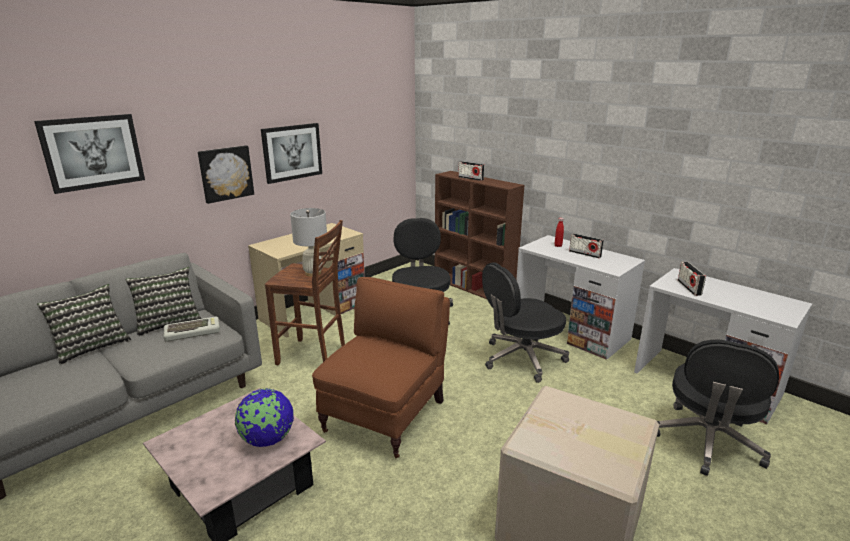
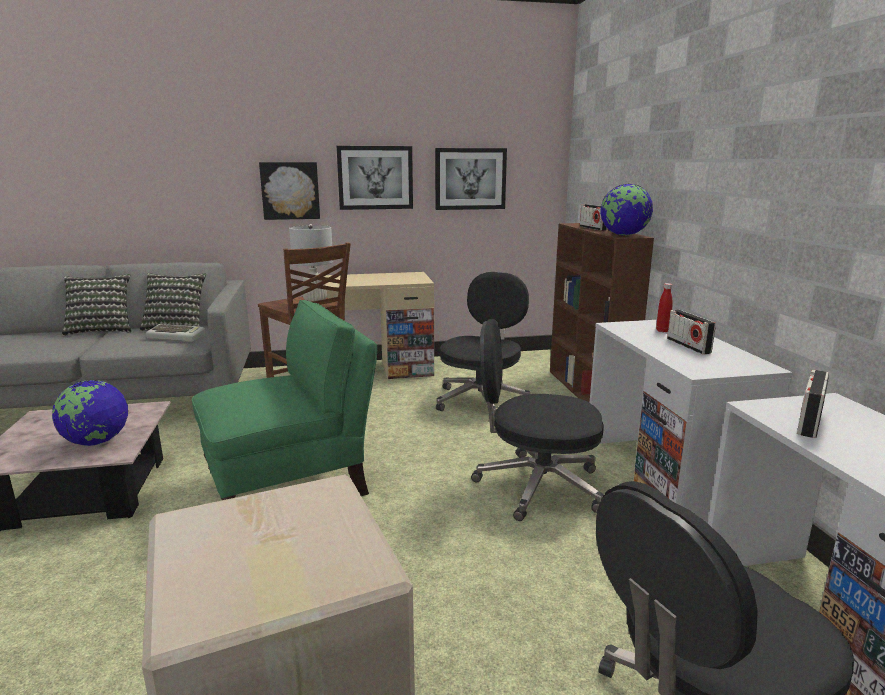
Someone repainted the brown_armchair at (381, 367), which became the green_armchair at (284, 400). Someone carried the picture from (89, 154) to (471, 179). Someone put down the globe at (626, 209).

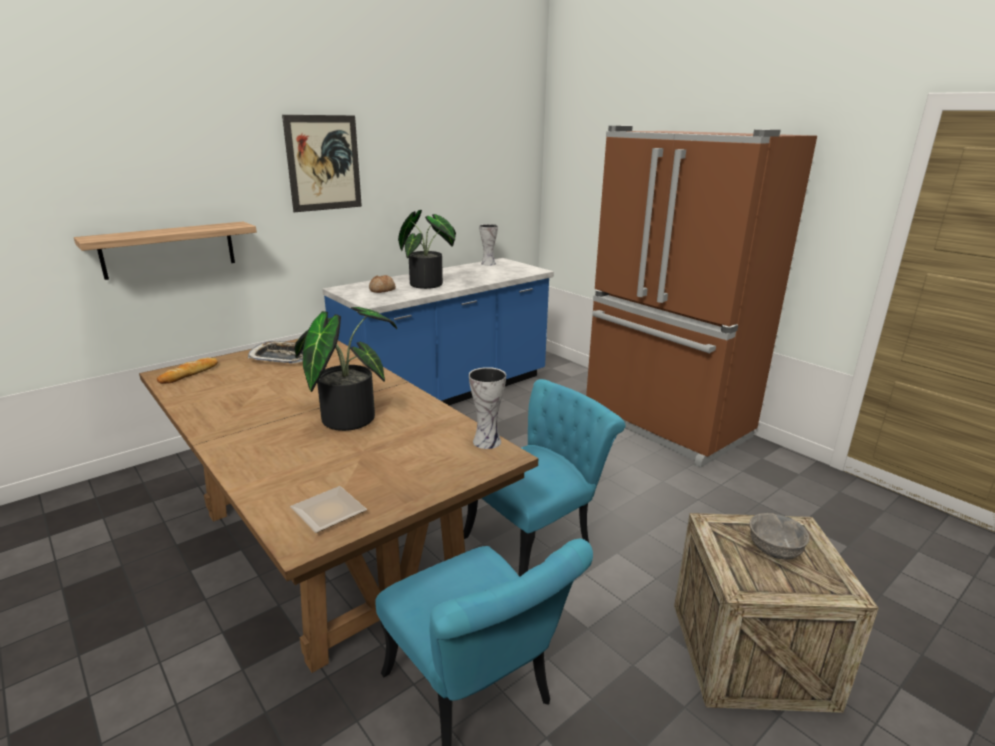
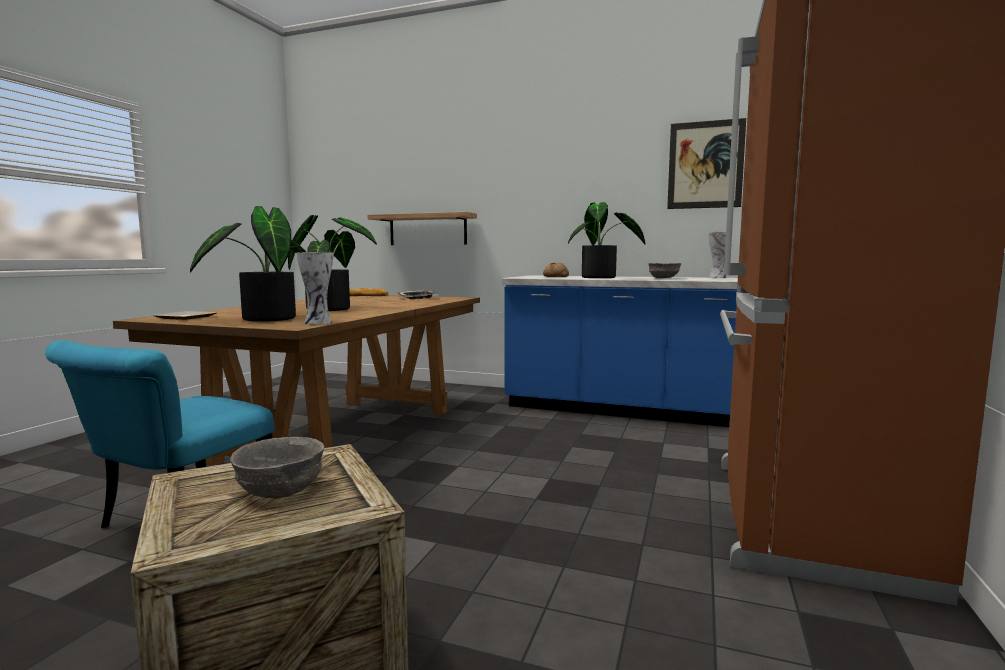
Someone put down the potted_plant at (248, 264). Someone put down the grey_bowl at (665, 270). Someone carried the picture from (322, 163) to (706, 163). Someone took away the turquoise_chair at (544, 477).

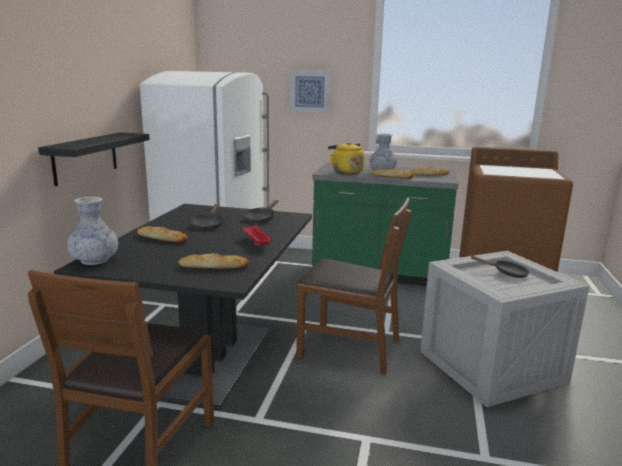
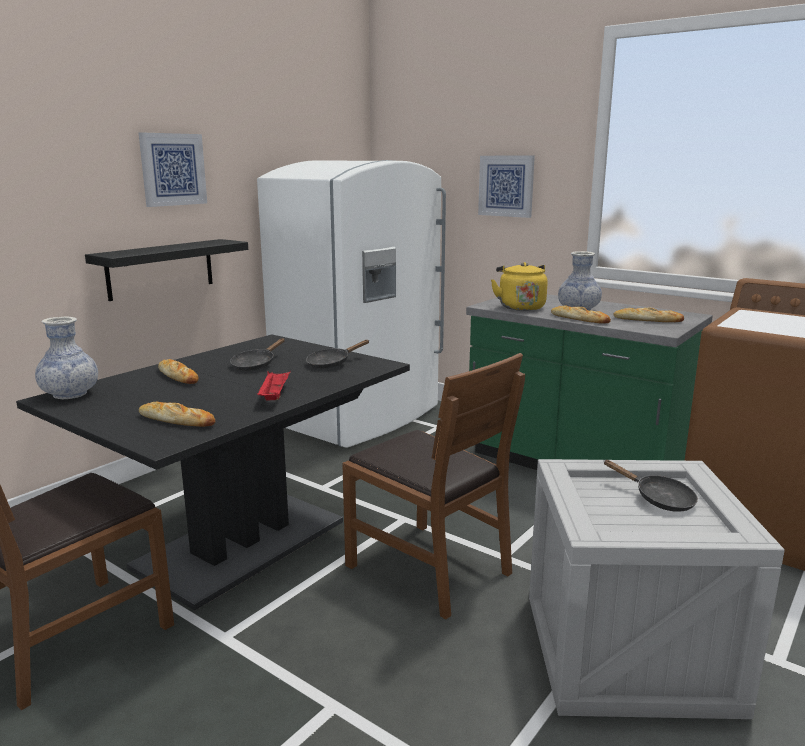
Someone put up the picture at (173, 169).

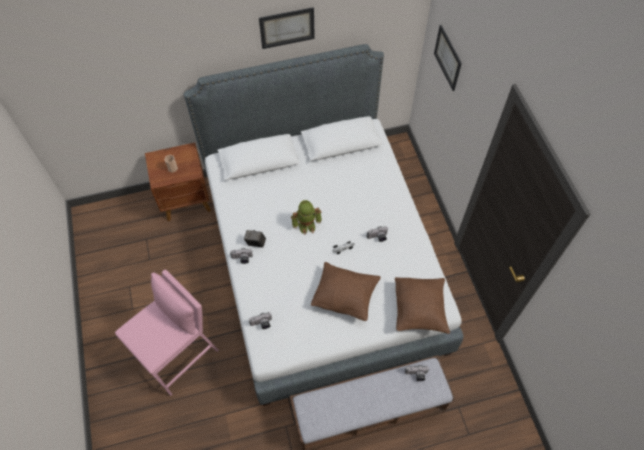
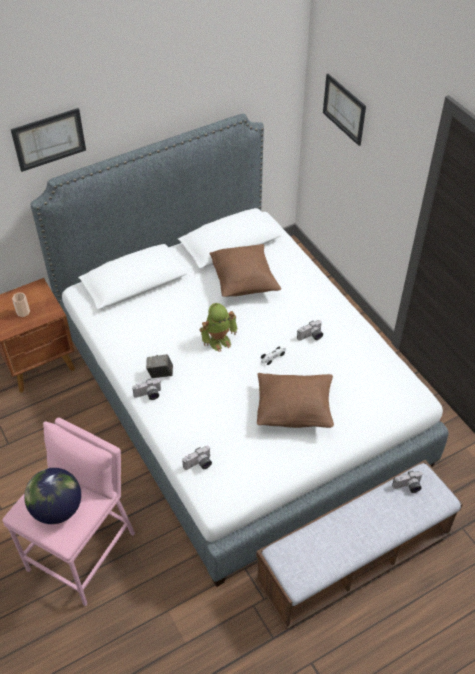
Someone carried the picture from (287, 28) to (48, 140). Someone put down the globe at (52, 496). Someone carried the brown_pillow from (422, 305) to (245, 270).

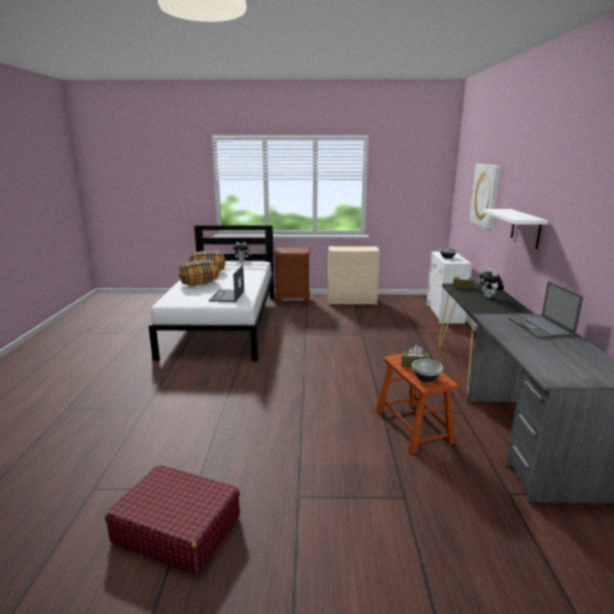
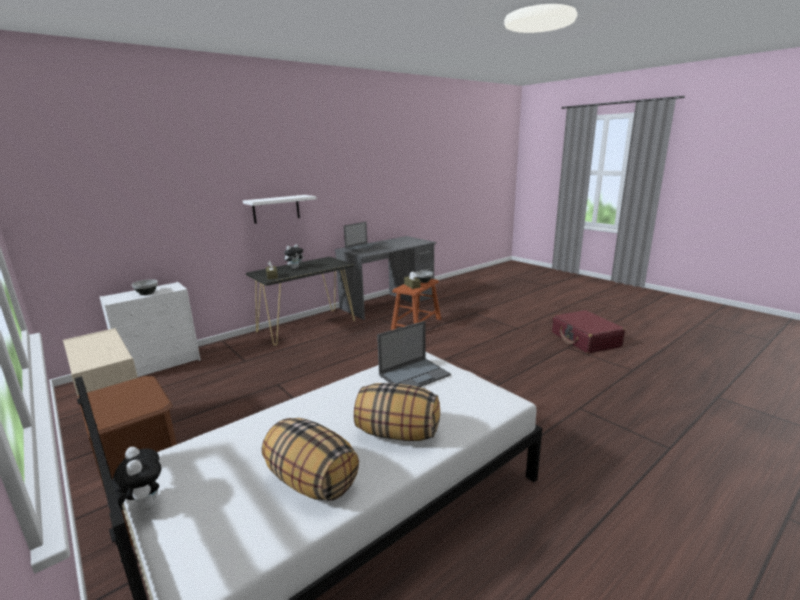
Someone took away the picture at (485, 197).

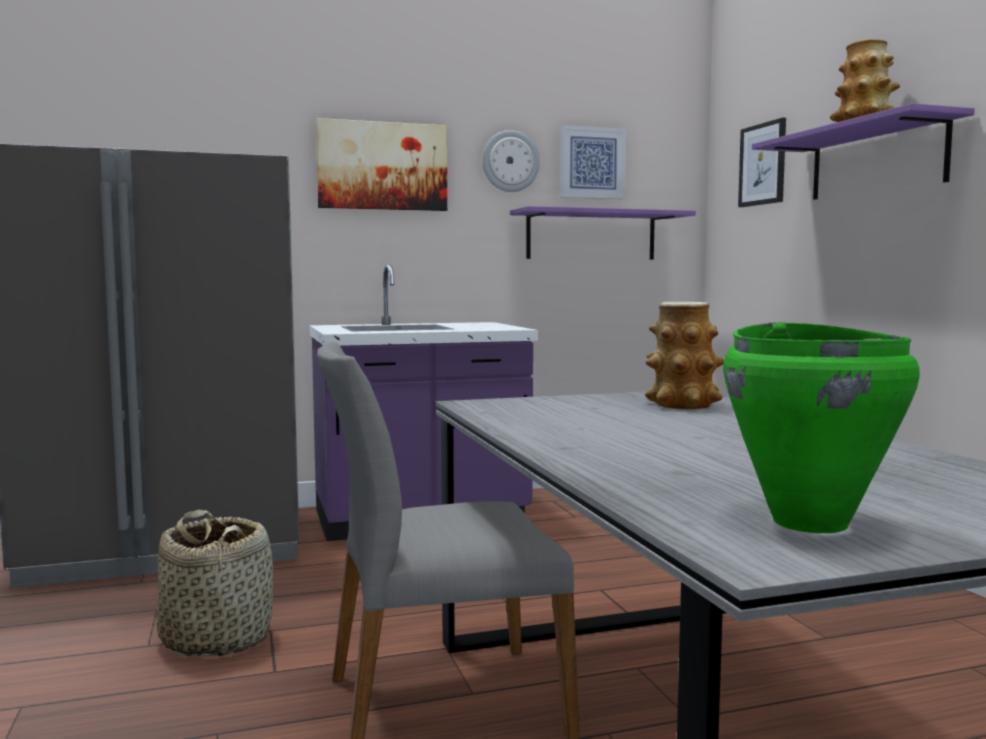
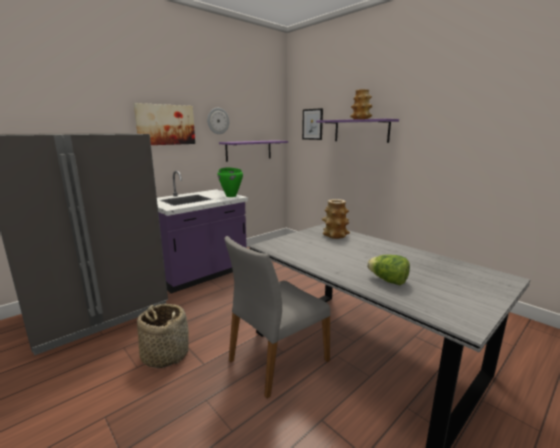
Someone carried the green_cooking_pot from (821, 427) to (230, 182). Someone put down the lettuce at (388, 270). Someone took away the picture at (592, 162).

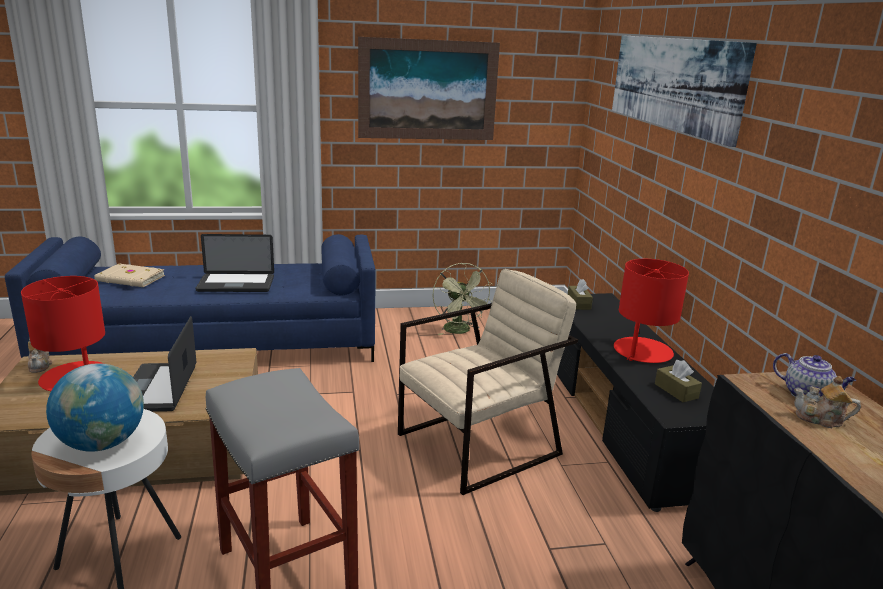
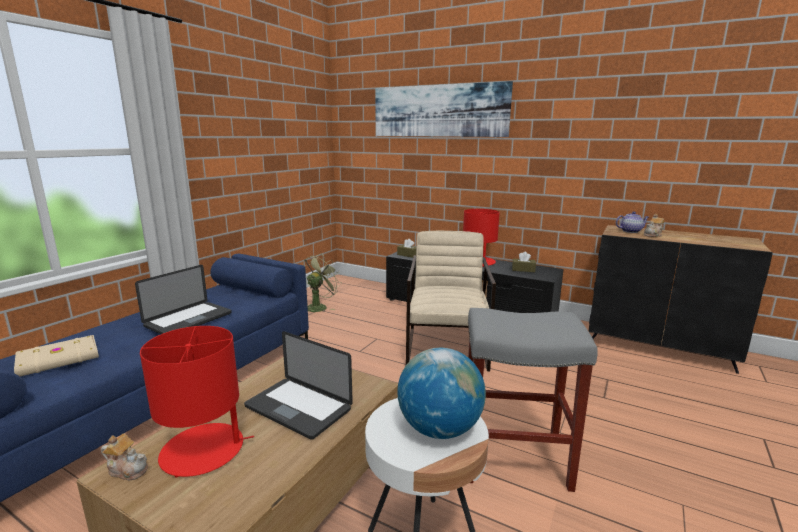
Someone rotated the green_fan at (462, 299) by 75 degrees counterclockwise. Someone took away the picture at (429, 88).

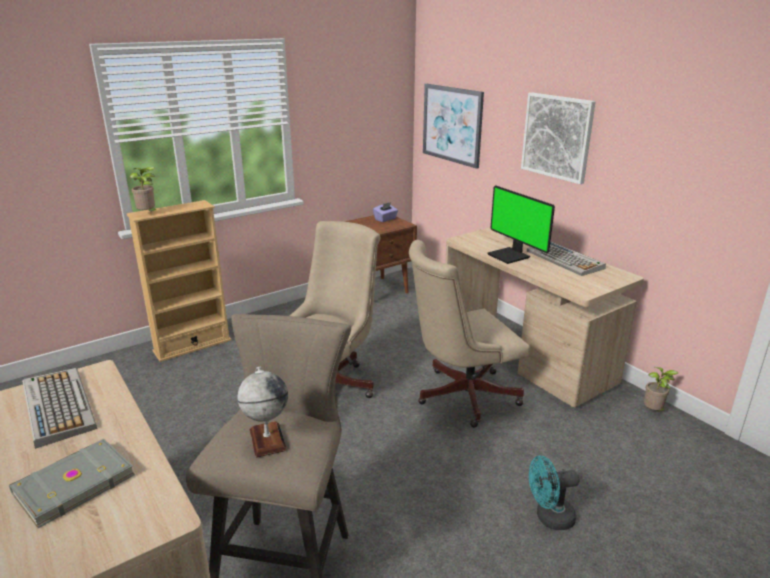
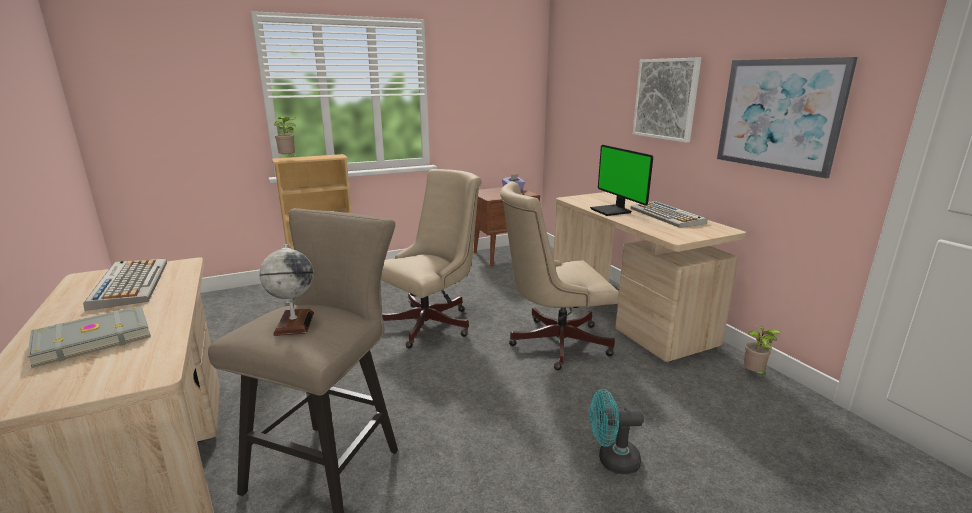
Someone carried the picture from (453, 126) to (787, 117).

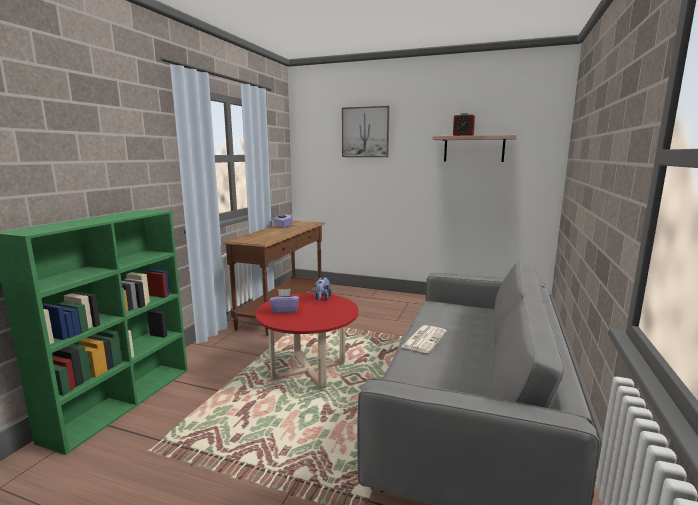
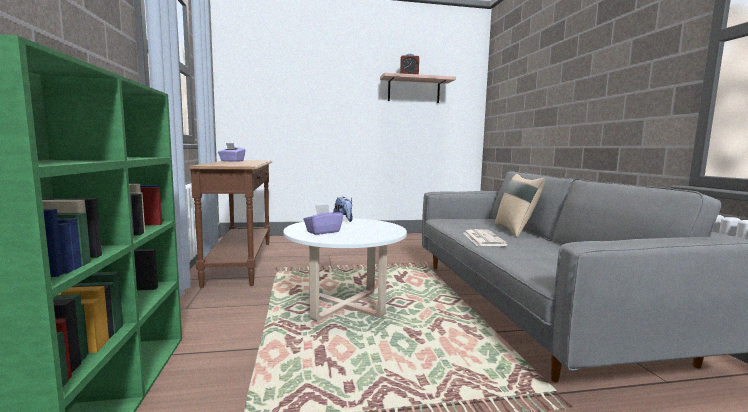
Someone repainted the red_coffee_table at (307, 341), which became the white_coffee_table at (345, 270). Someone put down the beige_pillow at (520, 205). Someone took away the picture at (366, 131).

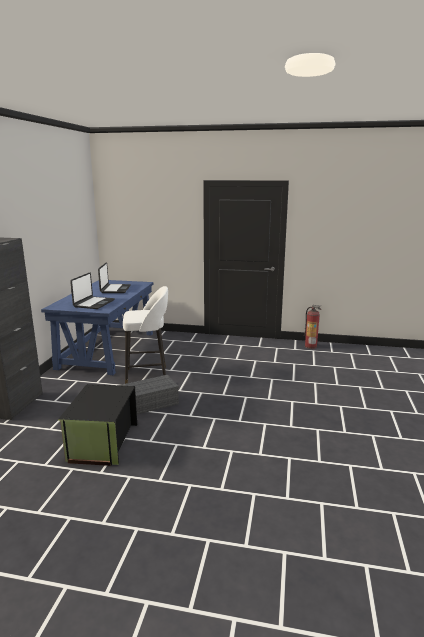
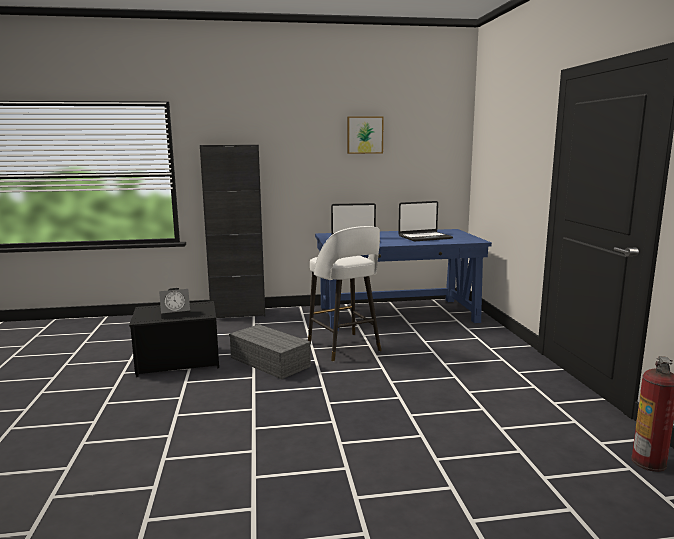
Someone put down the alarm_clock at (175, 303). Someone put up the picture at (365, 135).

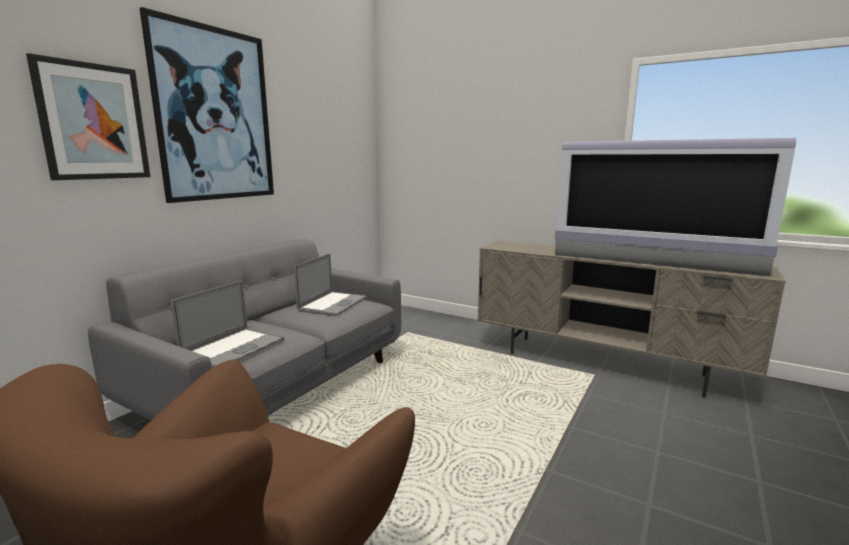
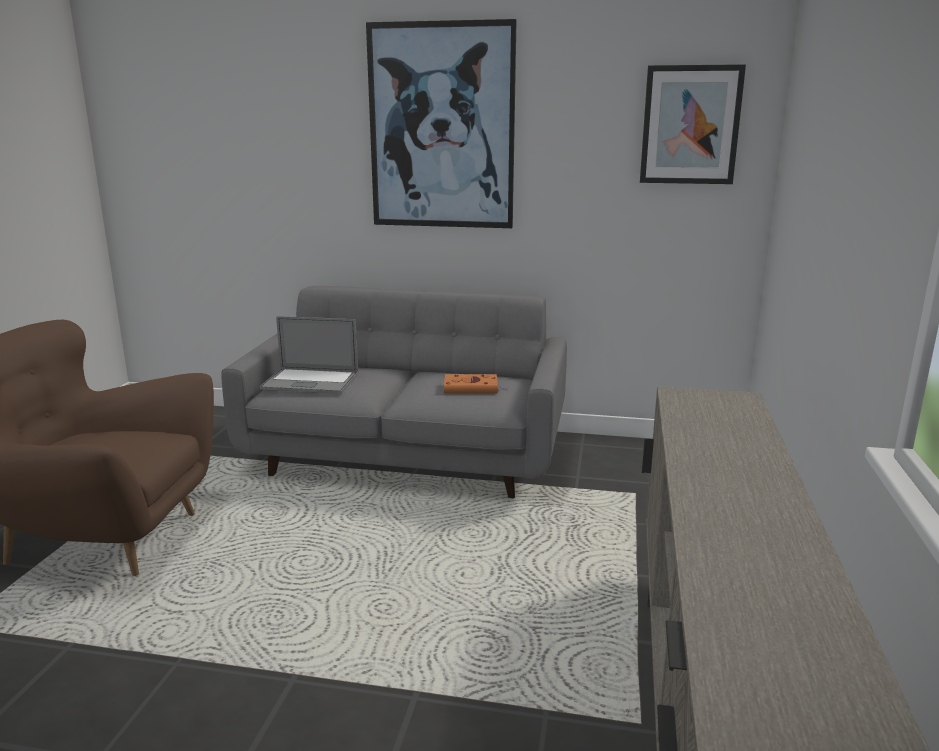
Someone swapped the laptop at (330, 284) for the orange_book at (475, 384). Someone carried the picture from (88, 116) to (693, 124). Someone took away the television at (675, 207).

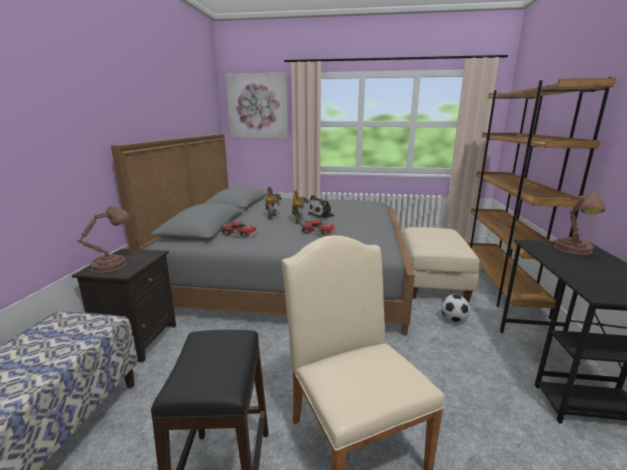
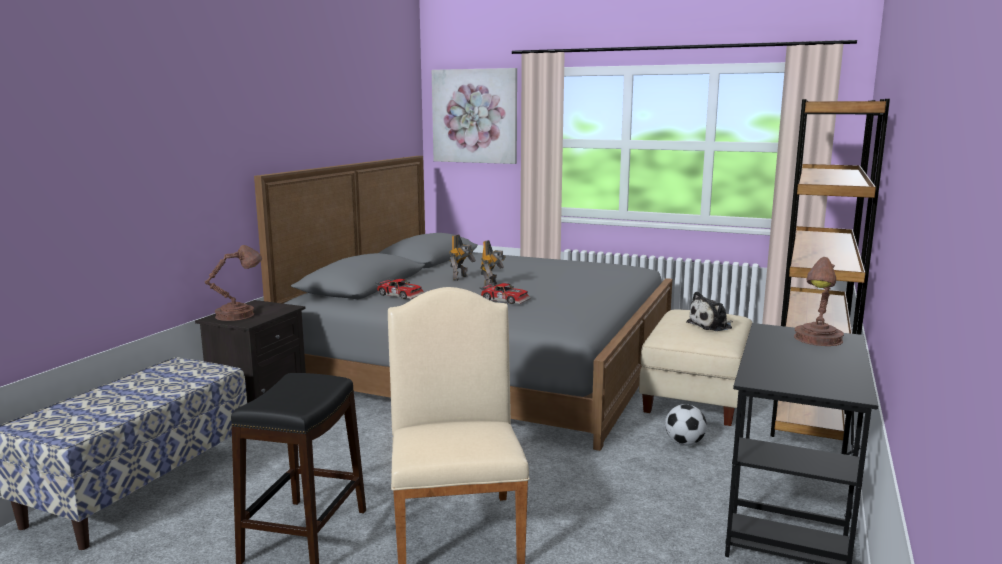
Someone carried the plush_toy from (321, 206) to (709, 311).

